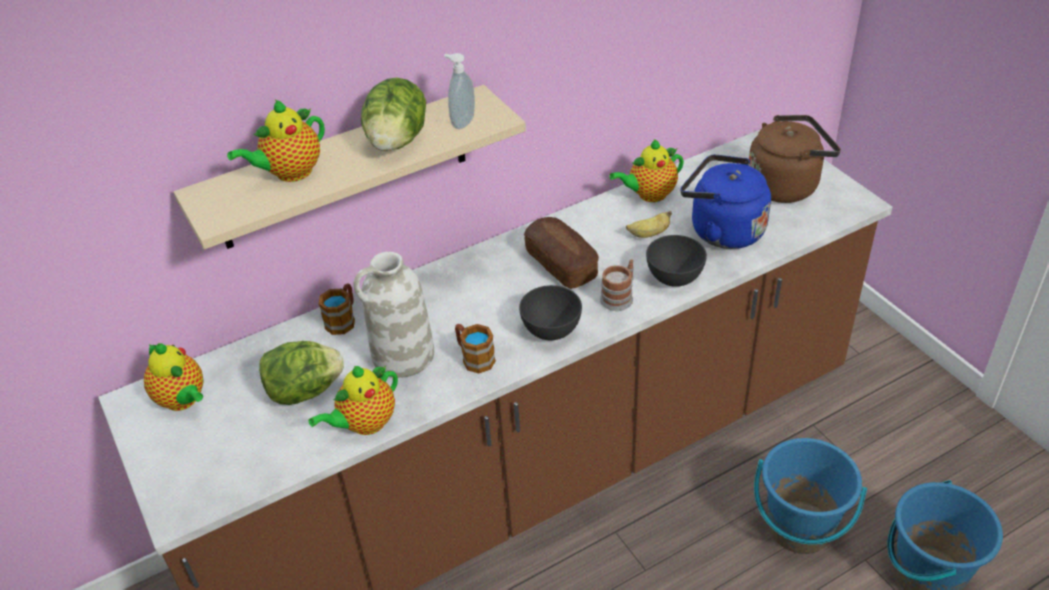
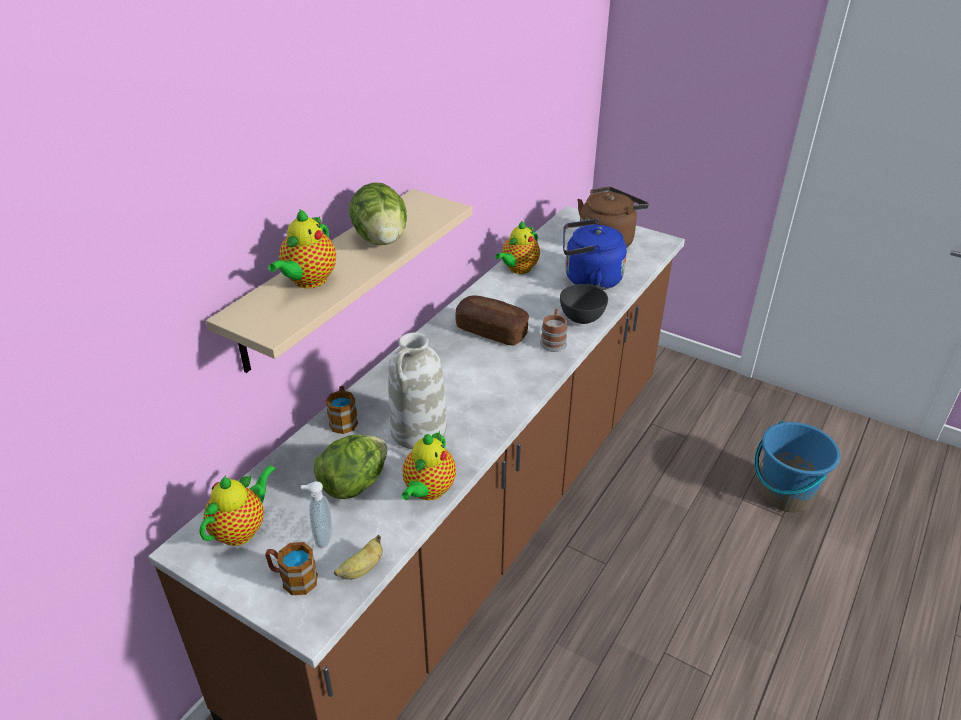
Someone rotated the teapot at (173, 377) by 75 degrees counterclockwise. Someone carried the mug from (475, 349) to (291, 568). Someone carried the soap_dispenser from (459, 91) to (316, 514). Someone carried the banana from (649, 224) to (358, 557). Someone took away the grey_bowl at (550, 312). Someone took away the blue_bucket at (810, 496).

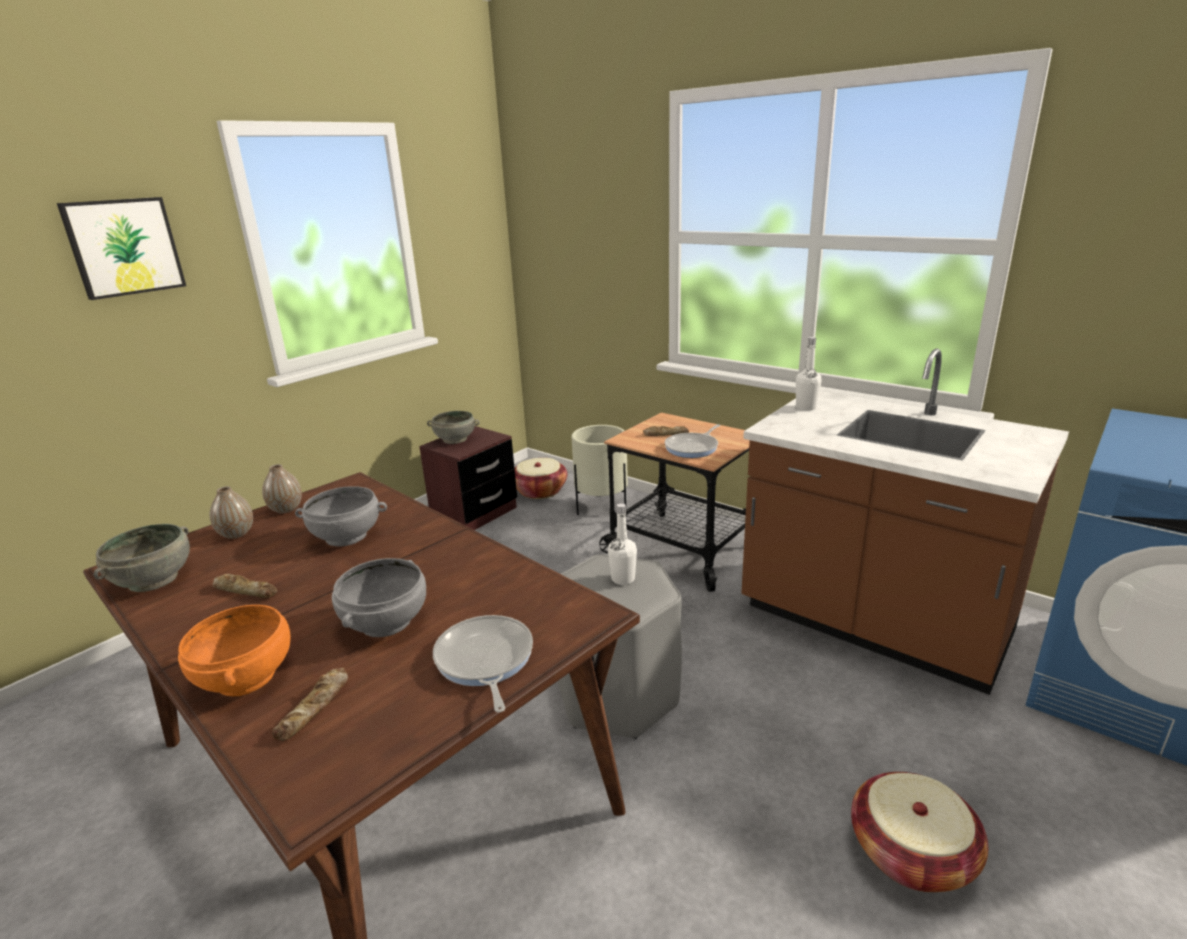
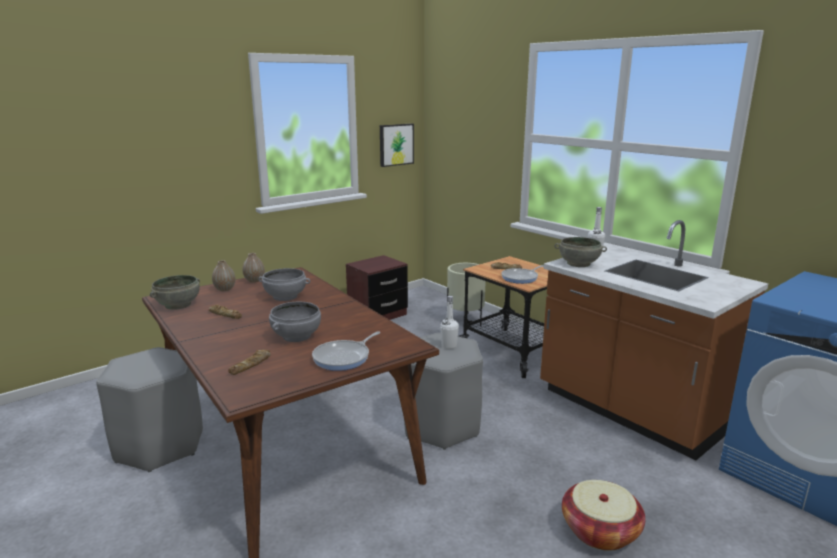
Someone put down the grey_stool at (149, 409). Someone rotated the frying_pan at (483, 663) by 135 degrees counterclockwise. Someone carried the picture from (121, 248) to (397, 145). Someone carried the grey_bowl from (453, 427) to (580, 252). Someone took away the orange_bowl at (234, 650). Someone took away the basket at (541, 478).

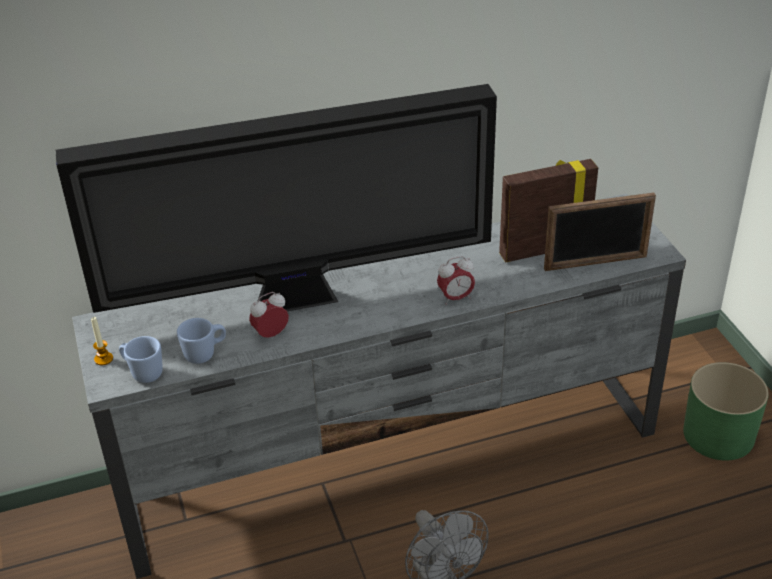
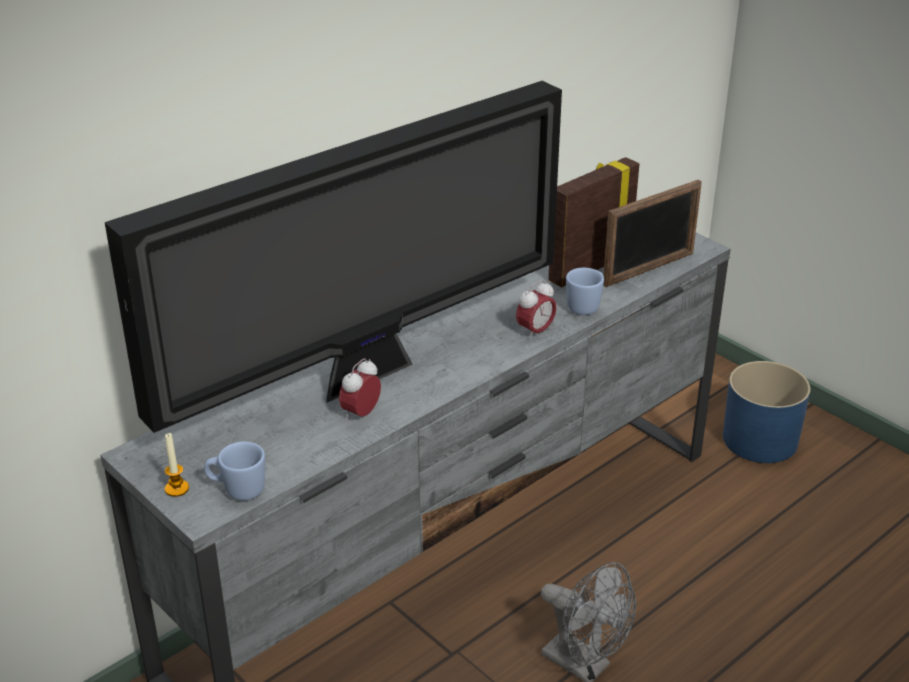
Someone carried the blue_mug from (201, 341) to (585, 291). Someone repainted the green_planter at (726, 411), which became the blue_planter at (767, 412).

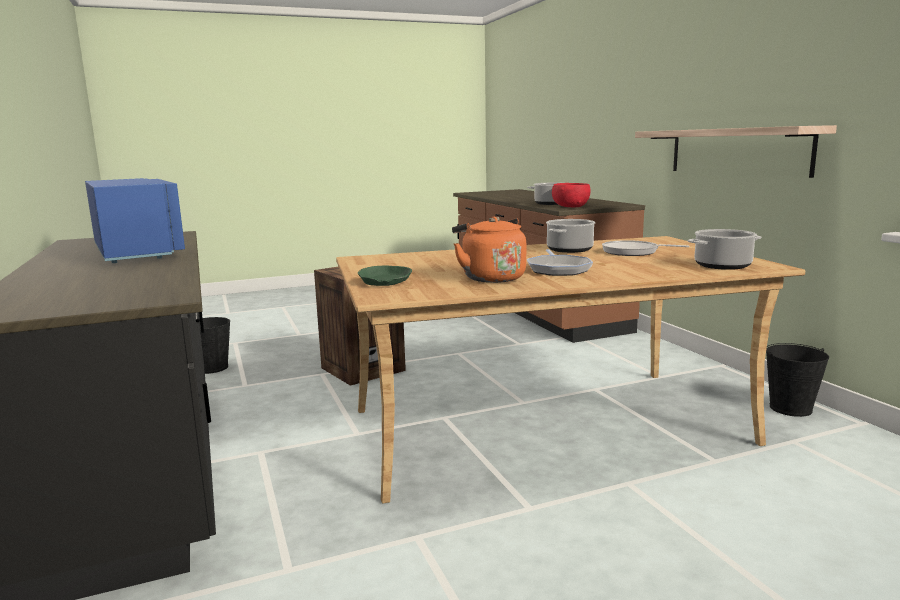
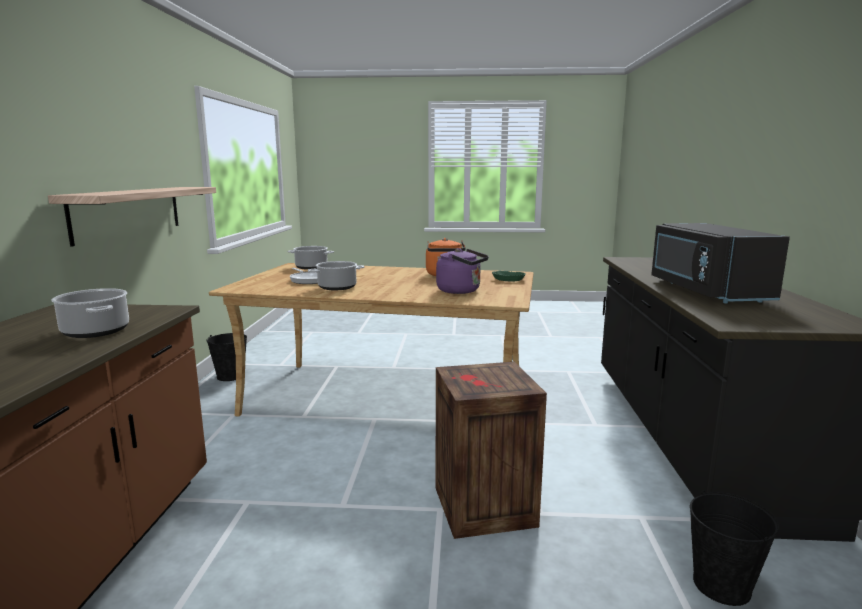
Someone put down the purple_kettle at (462, 271). Someone repainted the blue_microwave at (135, 220), which became the black_microwave at (720, 263). Someone took away the frying_pan at (560, 262). Someone took away the red_bowl at (571, 195).

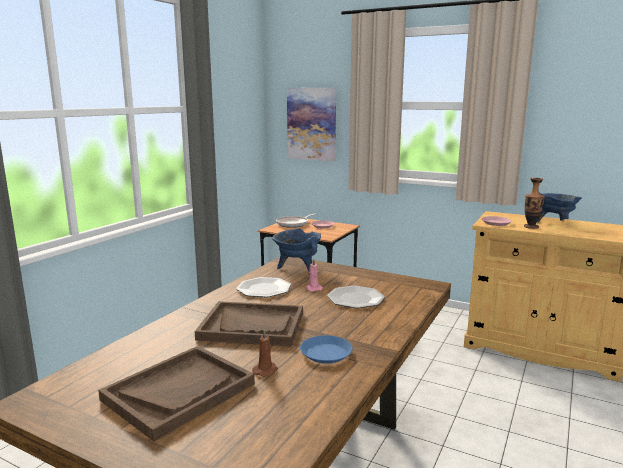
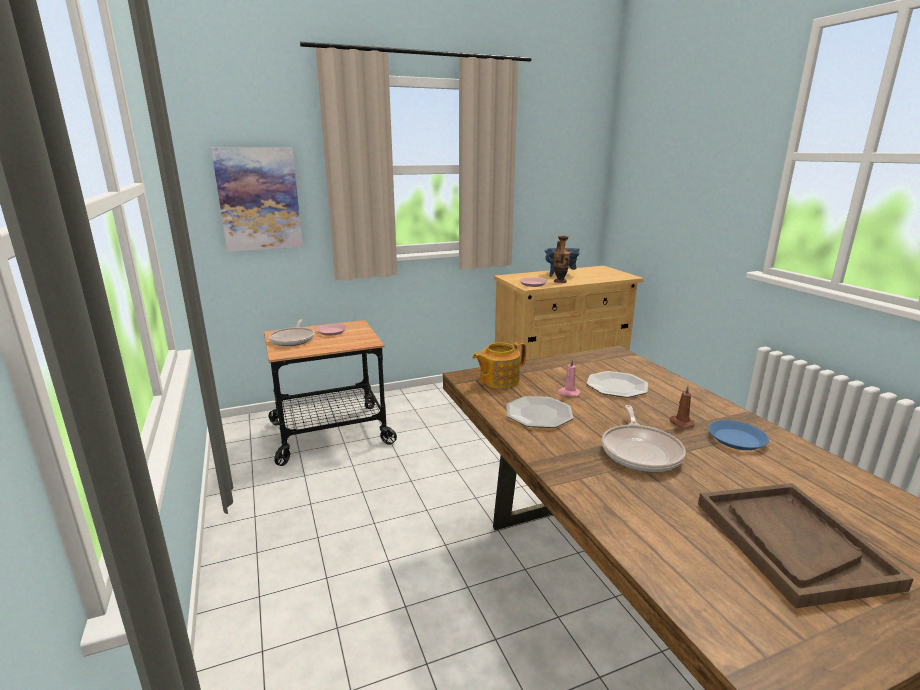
Someone swapped the blue_cooking_pot at (296, 249) for the teapot at (499, 365). Someone swapped the brown_tray at (249, 323) for the frying_pan at (644, 438). Someone carried the brown_candle from (265, 353) to (682, 406).

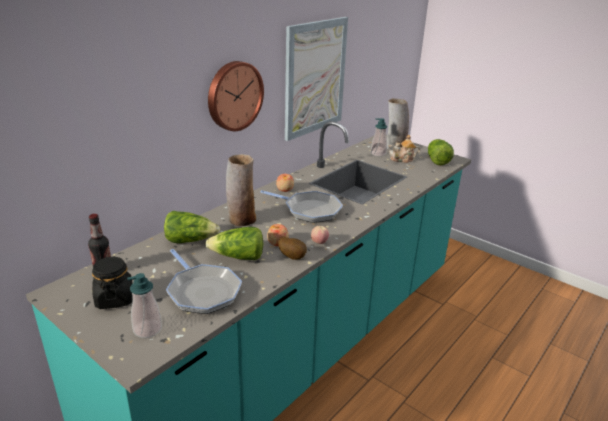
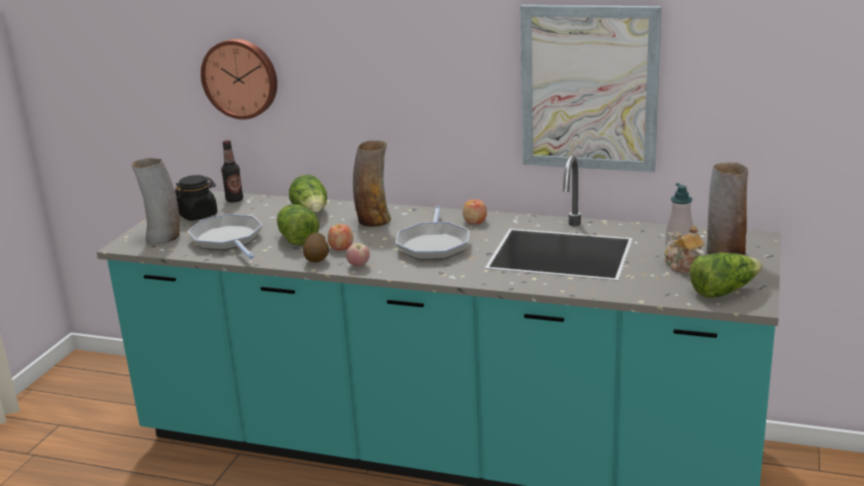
Someone swapped the soap_dispenser at (144, 305) for the vase at (155, 201). Someone rotated the frying_pan at (204, 281) by 120 degrees clockwise. Someone carried the wall_clock from (236, 96) to (239, 79).

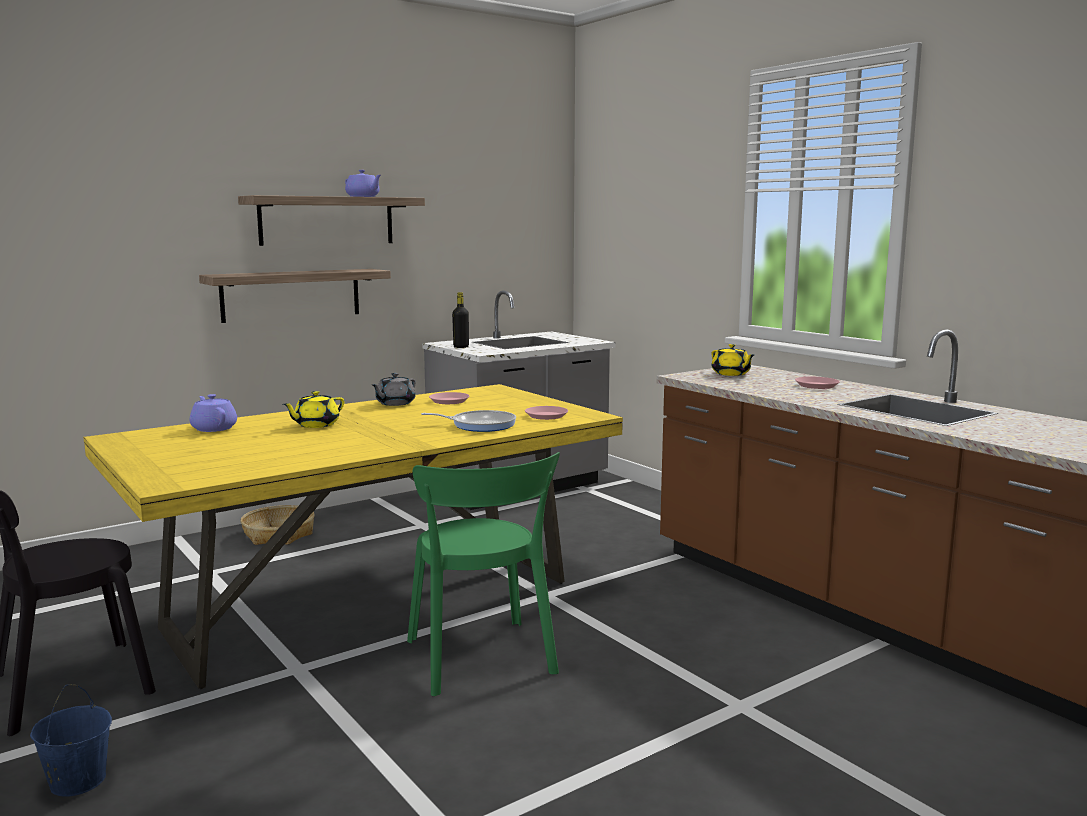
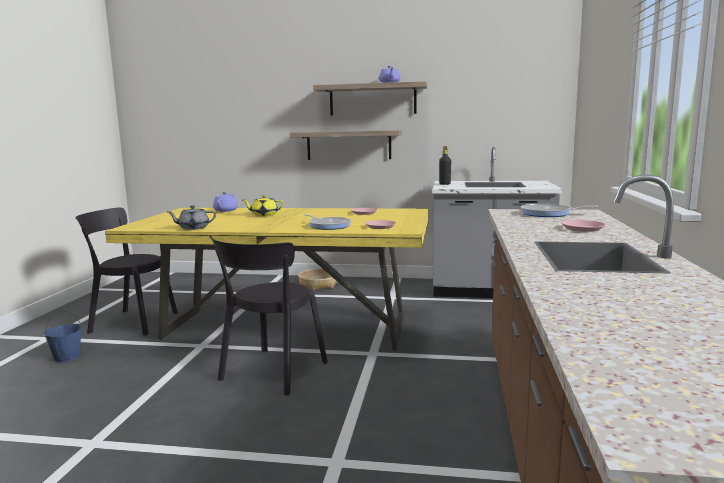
Someone carried the grey_teapot from (394, 389) to (192, 217). Someone repainted the green_chair at (483, 574), which became the black_chair at (269, 316). Someone swapped the yellow_teapot at (733, 360) for the frying_pan at (559, 210).

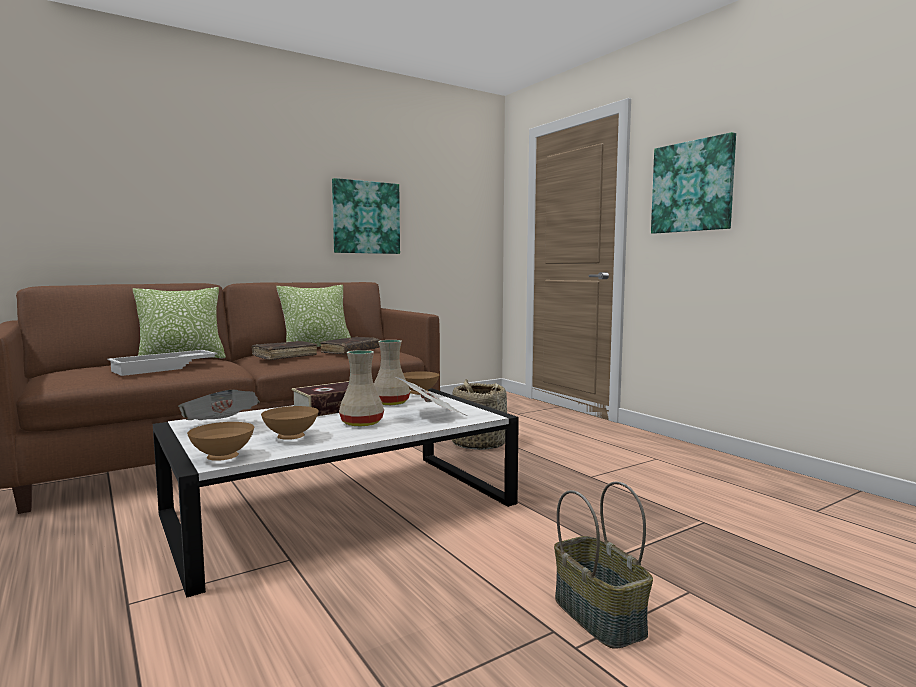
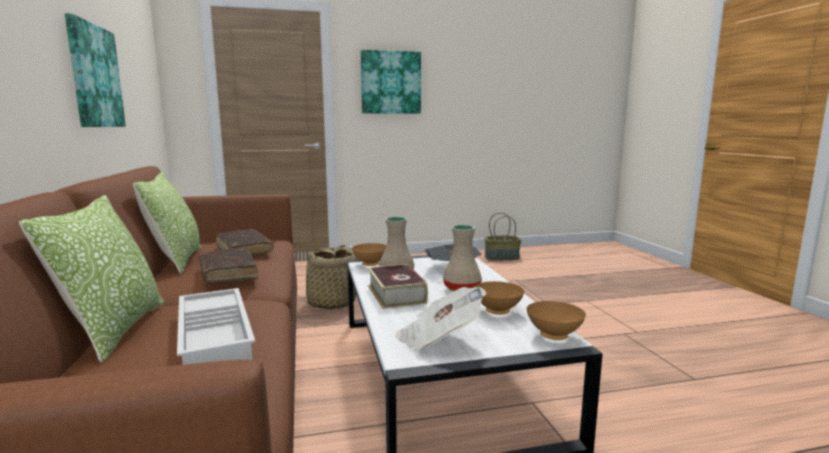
Someone carried the basket from (603, 565) to (503, 236).

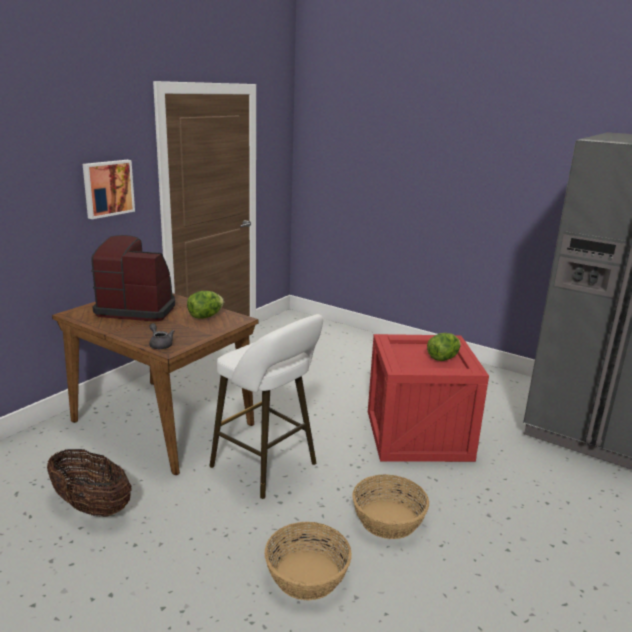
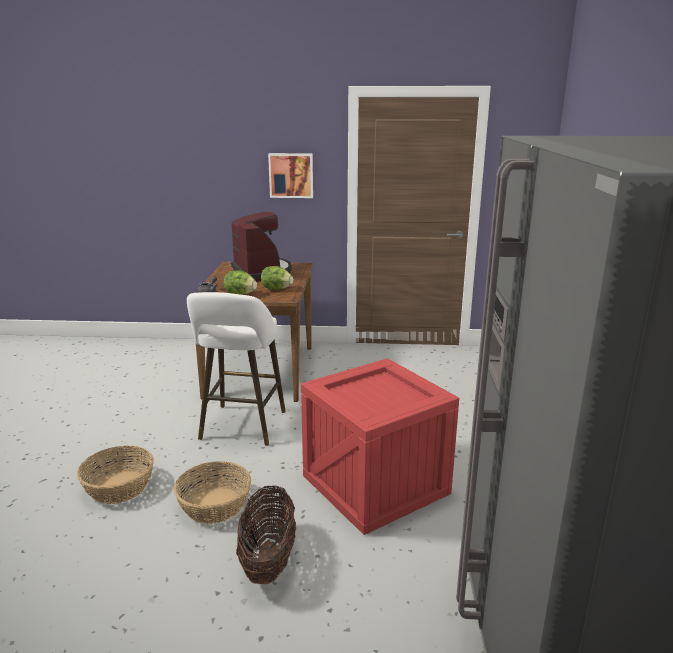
Someone carried the lettuce from (444, 347) to (240, 282). Someone carried the basket from (89, 483) to (266, 534).

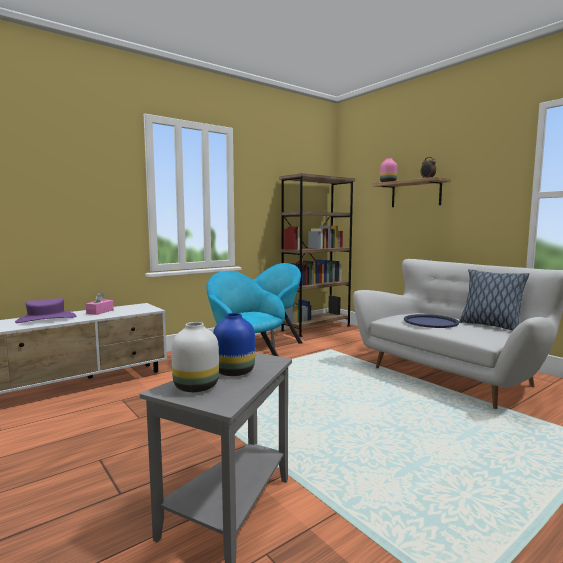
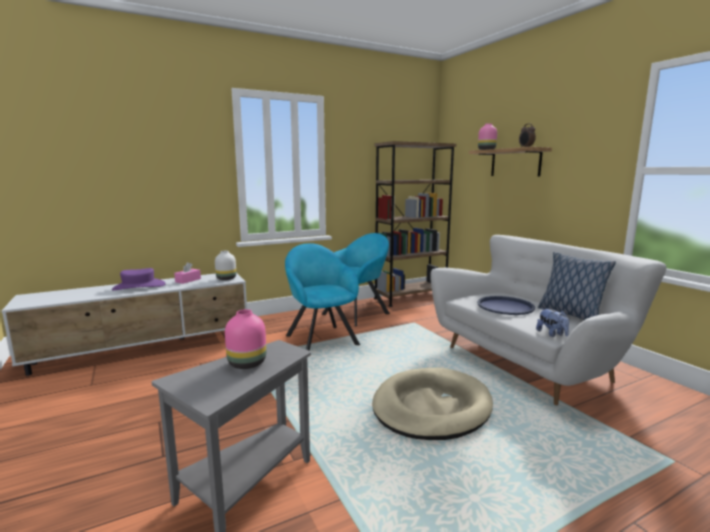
Someone carried the white_vase from (195, 357) to (225, 265). Someone repainted the blue_vase at (234, 344), which became the pink_vase at (245, 339). Someone put down the beige_dog_bed at (432, 403). Someone put down the plush_toy at (552, 322).

